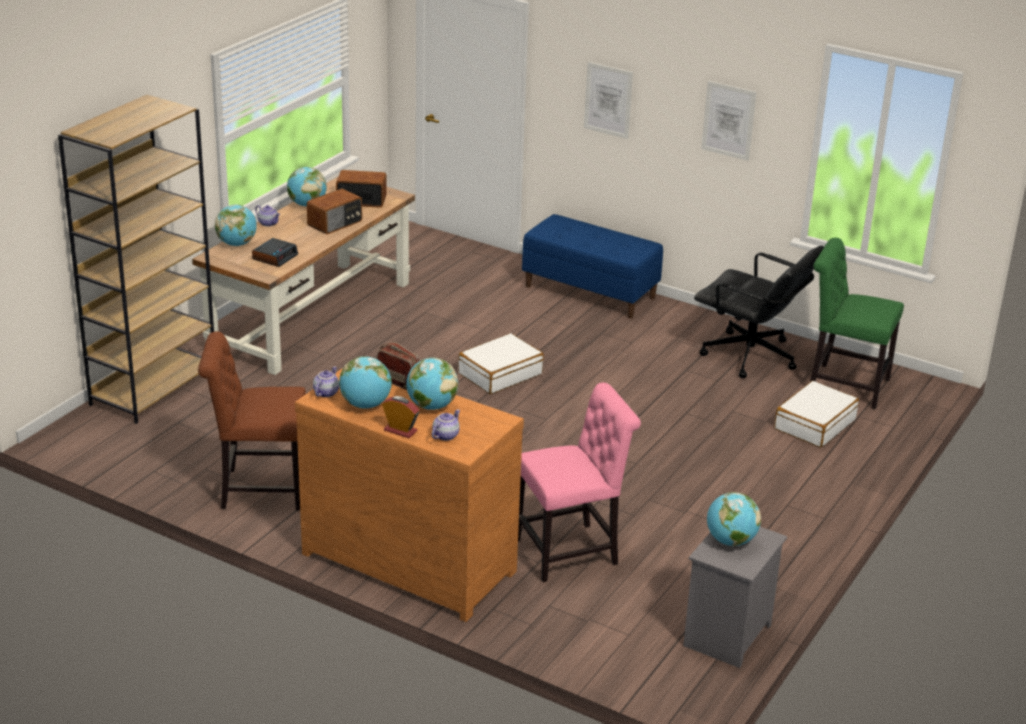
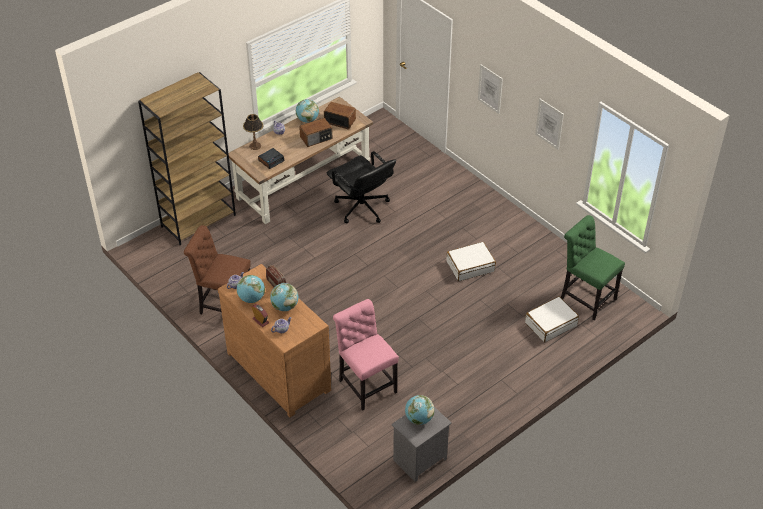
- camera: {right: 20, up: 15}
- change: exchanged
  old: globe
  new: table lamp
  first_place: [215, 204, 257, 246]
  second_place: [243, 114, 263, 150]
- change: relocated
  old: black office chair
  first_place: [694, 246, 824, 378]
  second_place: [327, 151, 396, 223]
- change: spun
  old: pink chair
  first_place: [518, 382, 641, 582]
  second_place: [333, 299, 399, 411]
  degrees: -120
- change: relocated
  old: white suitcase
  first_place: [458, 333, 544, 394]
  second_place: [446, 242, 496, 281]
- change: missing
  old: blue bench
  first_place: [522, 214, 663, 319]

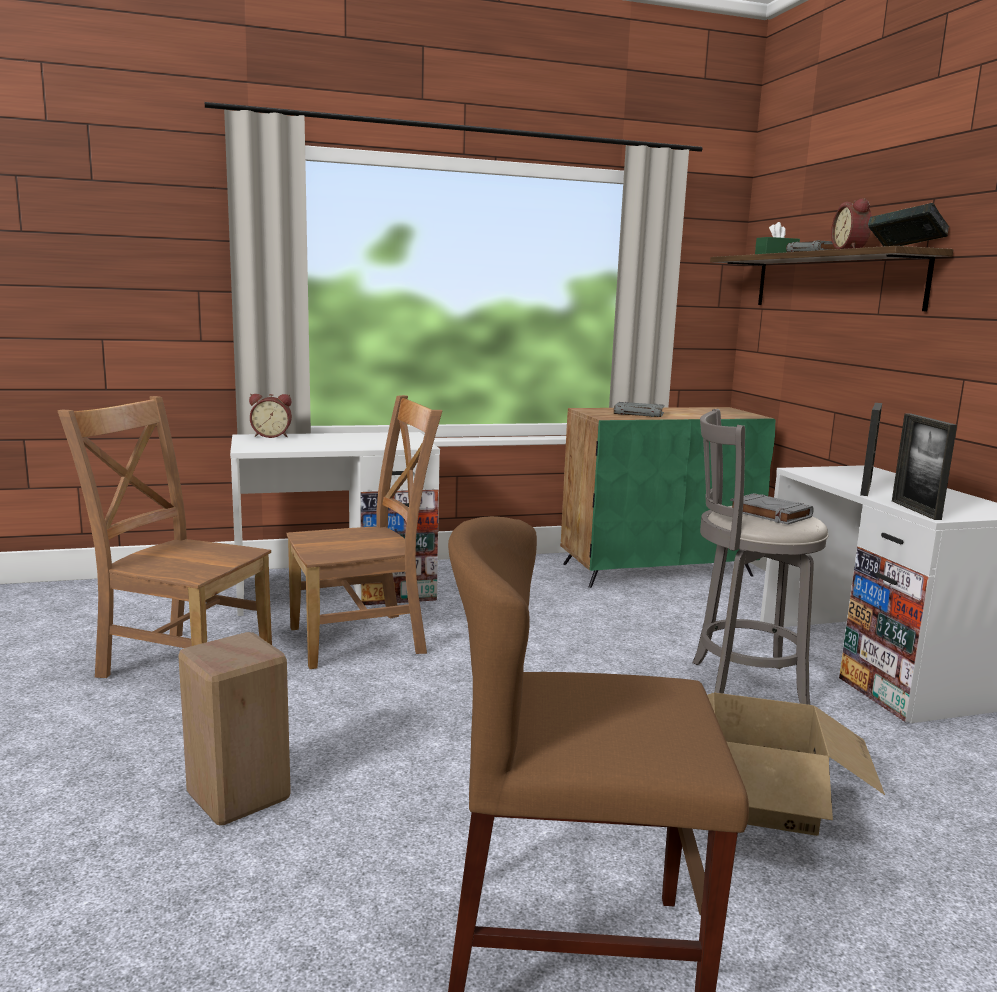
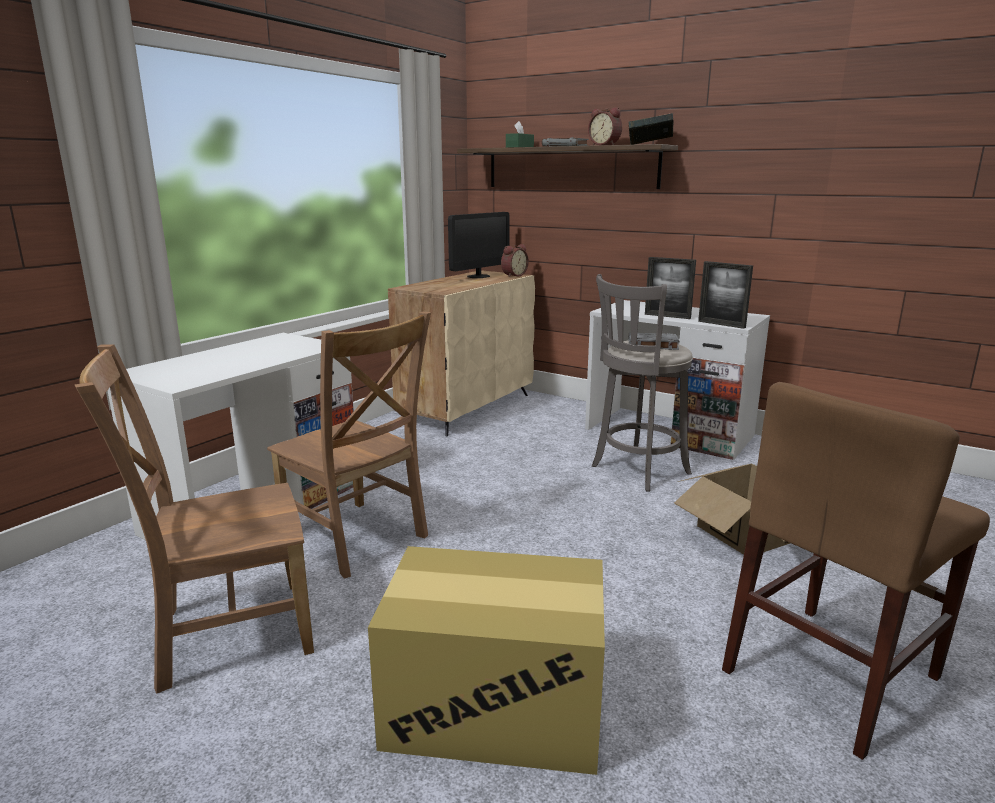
- camera: {right: -40, up: 5}
- change: spun
  old: brown chair
  first_place: [287, 395, 442, 669]
  second_place: [267, 312, 431, 579]
  degrees: 105
- change: exchanged
  old: beige stool
  new: cardboard box
  first_place: [179, 632, 291, 825]
  second_place: [368, 546, 605, 775]
- change: colour
  old: green cabinet
  new: beige cabinet
  first_place: [560, 407, 776, 588]
  second_place: [388, 270, 535, 436]
- change: appeared
  new: monitor
  second_place: [448, 212, 510, 278]
- change: relocated
  old: alarm clock
  first_place: [249, 394, 292, 438]
  second_place: [501, 244, 529, 277]
- change: spun
  old: picture frame
  first_place: [860, 403, 882, 496]
  second_place: [645, 257, 696, 319]
  degrees: 135
- change: missing
  old: grey book
  first_place: [614, 402, 665, 417]

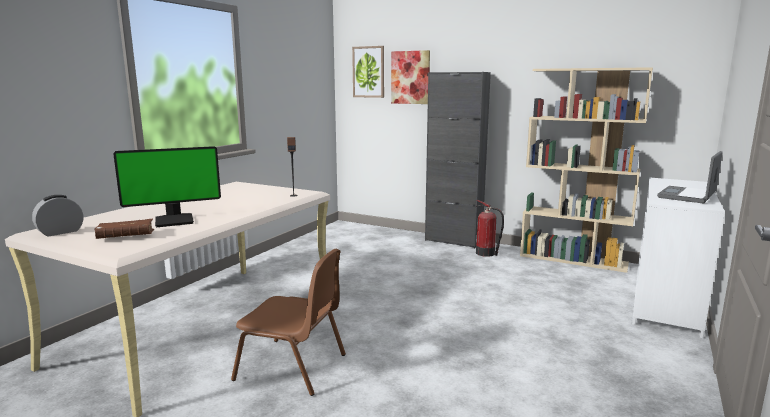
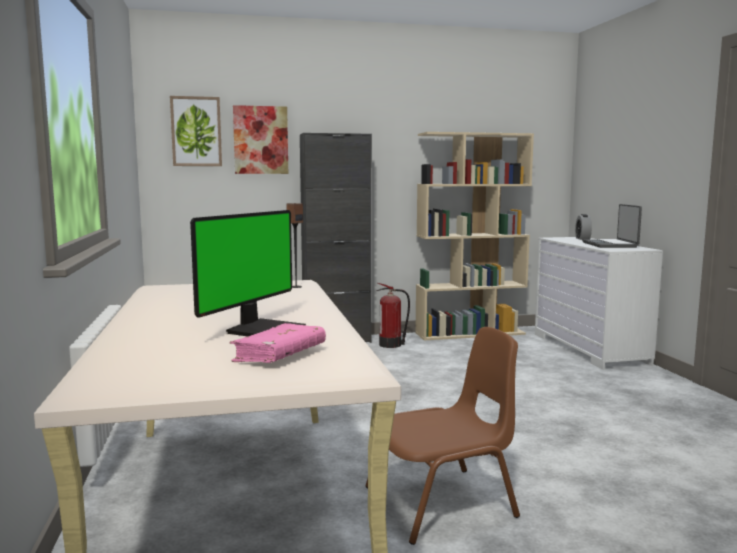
- camera: {right: -40, up: -5}
- change: colour
  old: brown book
  new: pink book
  first_place: [94, 219, 154, 239]
  second_place: [230, 323, 326, 363]
- change: relocated
  old: alarm clock
  first_place: [32, 195, 83, 237]
  second_place: [575, 214, 592, 240]

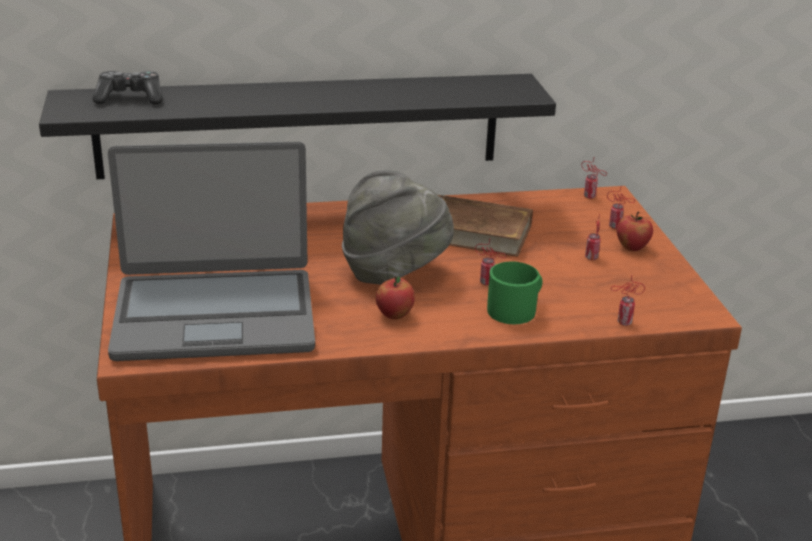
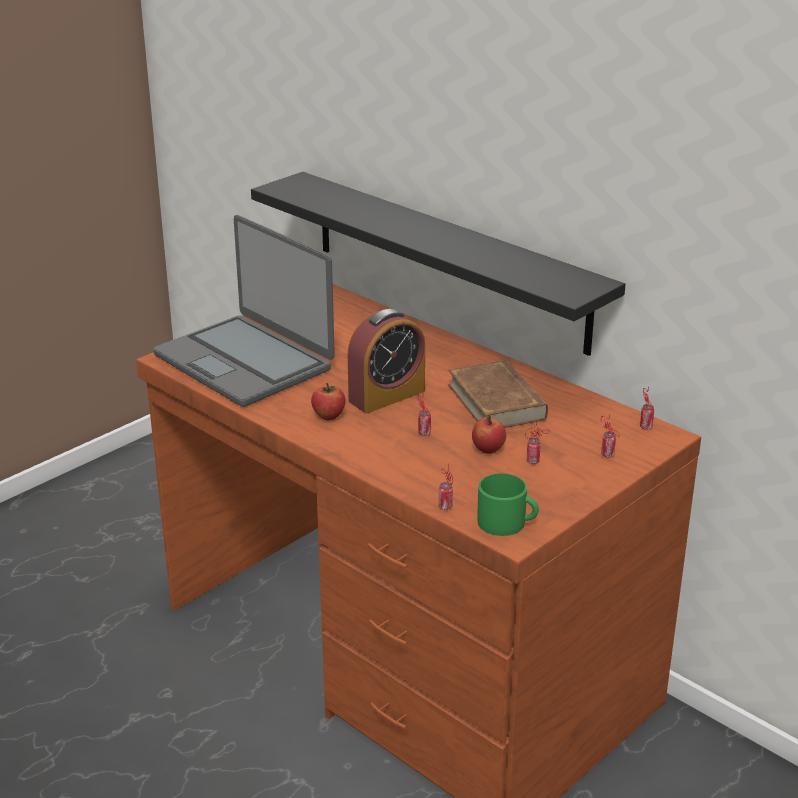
- camera: {right: 55, up: 0}
- change: exchanged
  old: grey hat
  new: alarm clock
  first_place: [342, 170, 454, 285]
  second_place: [347, 309, 425, 413]
- change: relocated
  old: apple
  first_place: [616, 212, 653, 251]
  second_place: [472, 415, 506, 454]
- change: relocated
  old: green mug
  first_place: [487, 262, 542, 324]
  second_place: [477, 473, 539, 536]
- change: missing
  old: game controller
  first_place: [92, 71, 163, 104]

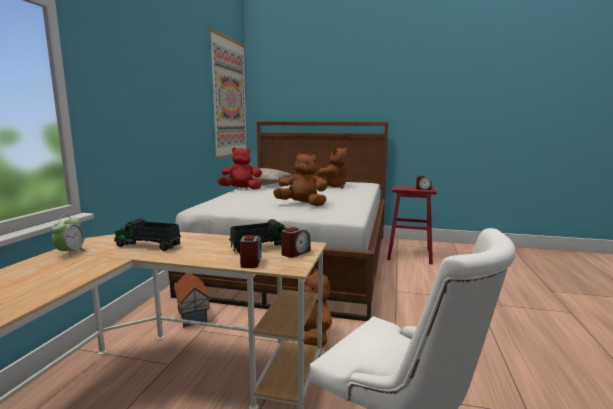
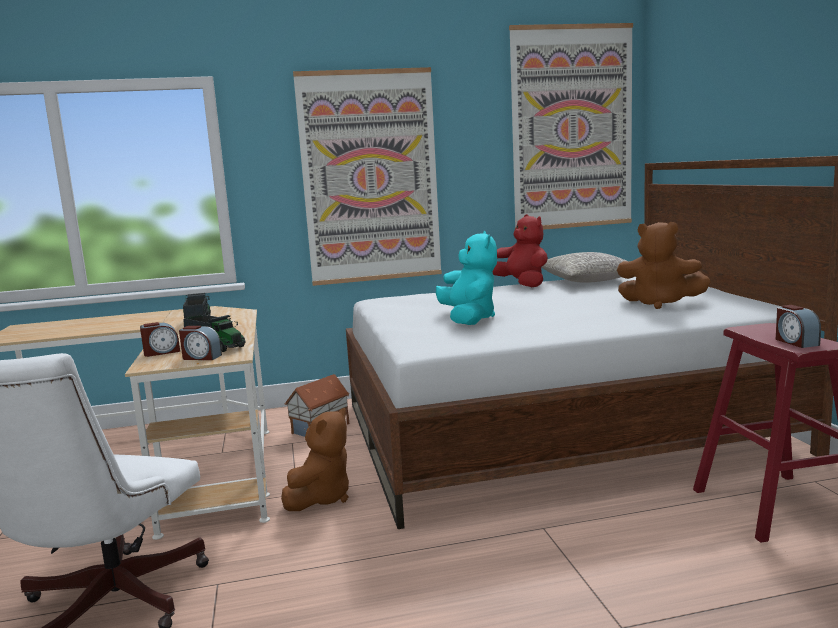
- camera: {right: 65, up: 0}
- change: appeared
  new: picture
  second_place: [293, 67, 442, 286]
- change: colour
  old: brown plush toy
  new: turquoise plush toy
  first_place: [273, 153, 328, 206]
  second_place: [436, 231, 497, 325]
- change: missing
  old: alarm clock
  first_place: [51, 215, 87, 258]

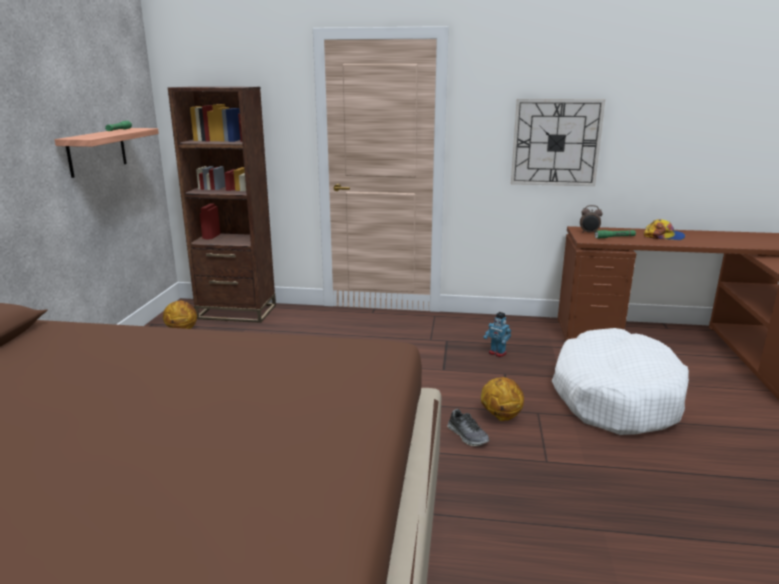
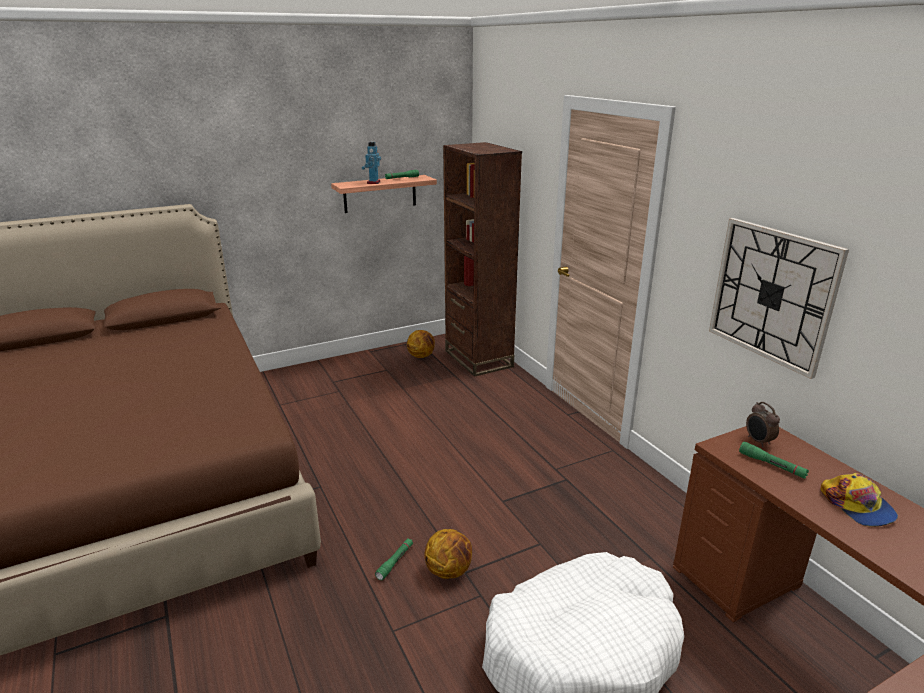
- camera: {right: 55, up: 5}
- change: relocated
  old: toy robot
  first_place: [483, 312, 511, 357]
  second_place: [362, 142, 381, 184]
- change: exchanged
  old: shoe
  new: green flashlight
  first_place: [447, 409, 489, 446]
  second_place: [375, 538, 413, 580]

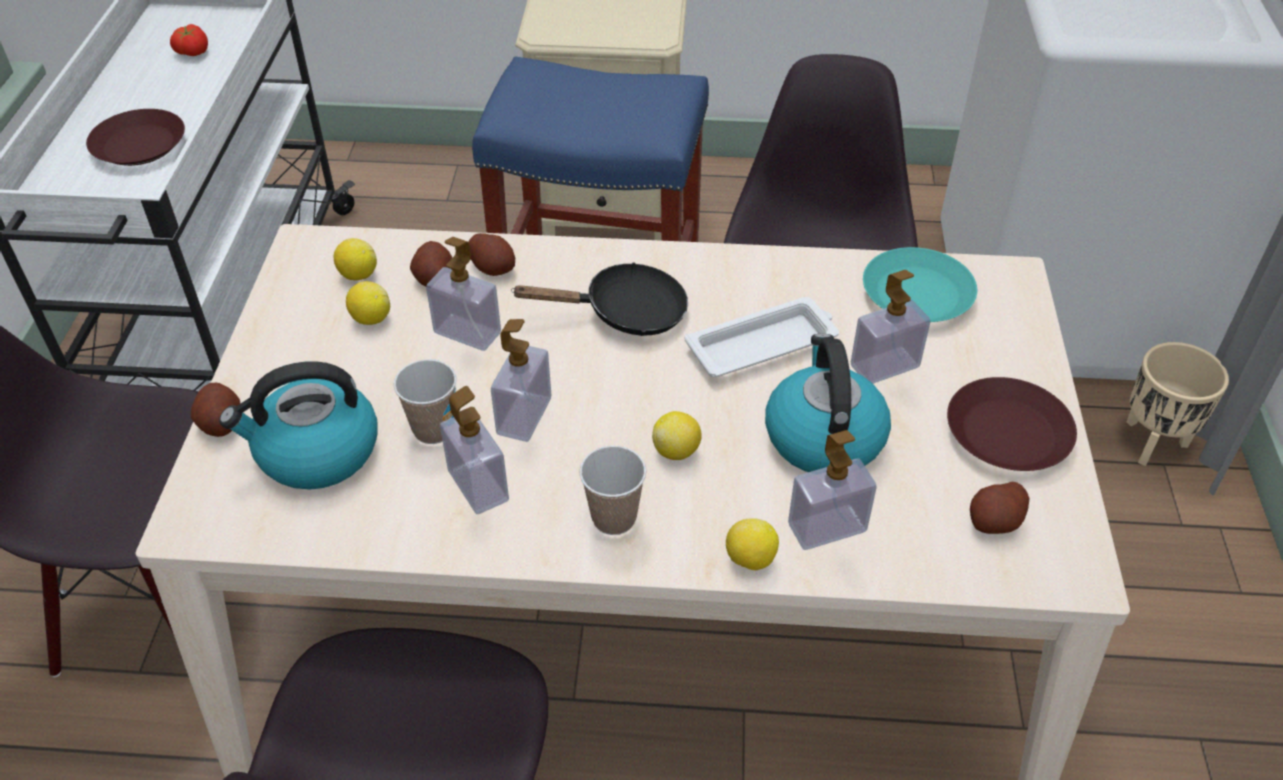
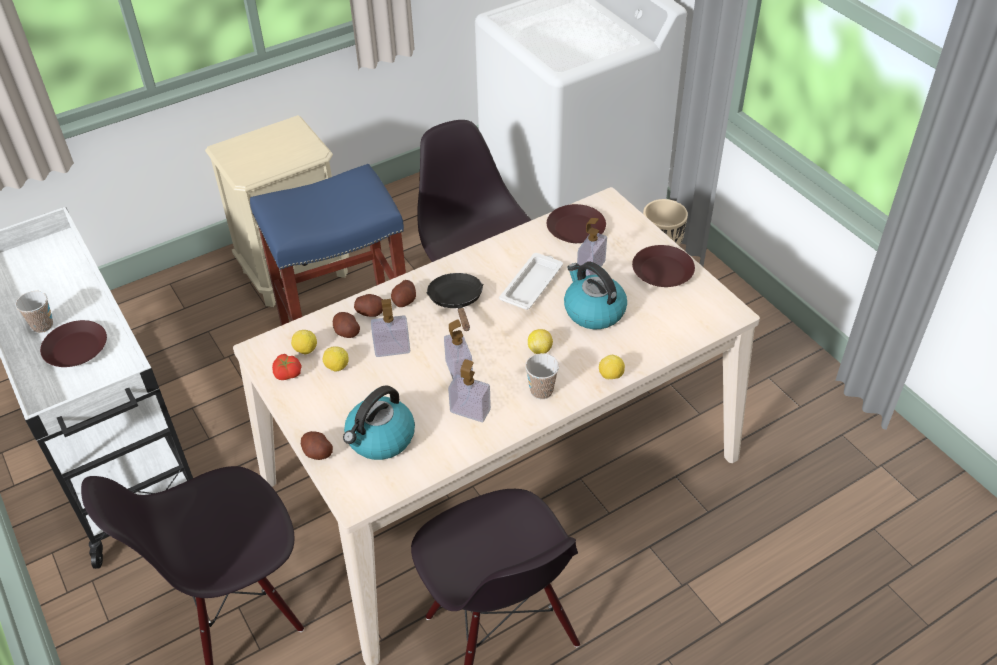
- camera: {right: -35, up: 0}
- change: relocated
  old: cup
  first_place: [394, 359, 457, 444]
  second_place: [15, 291, 53, 333]
- change: relocated
  old: tomato
  first_place: [170, 24, 208, 56]
  second_place: [272, 354, 301, 380]
- change: relocated
  old: potato
  first_place: [970, 482, 1029, 534]
  second_place: [391, 280, 416, 307]
- change: spun
  old: black frying pan
  first_place: [511, 262, 688, 336]
  second_place: [427, 273, 483, 331]
  degrees: -60
- change: colour
  old: turquoise plate
  new: brown plate
  first_place: [863, 247, 977, 322]
  second_place: [547, 204, 606, 243]
- change: missing
  old: soap dispenser
  first_place: [788, 430, 876, 550]

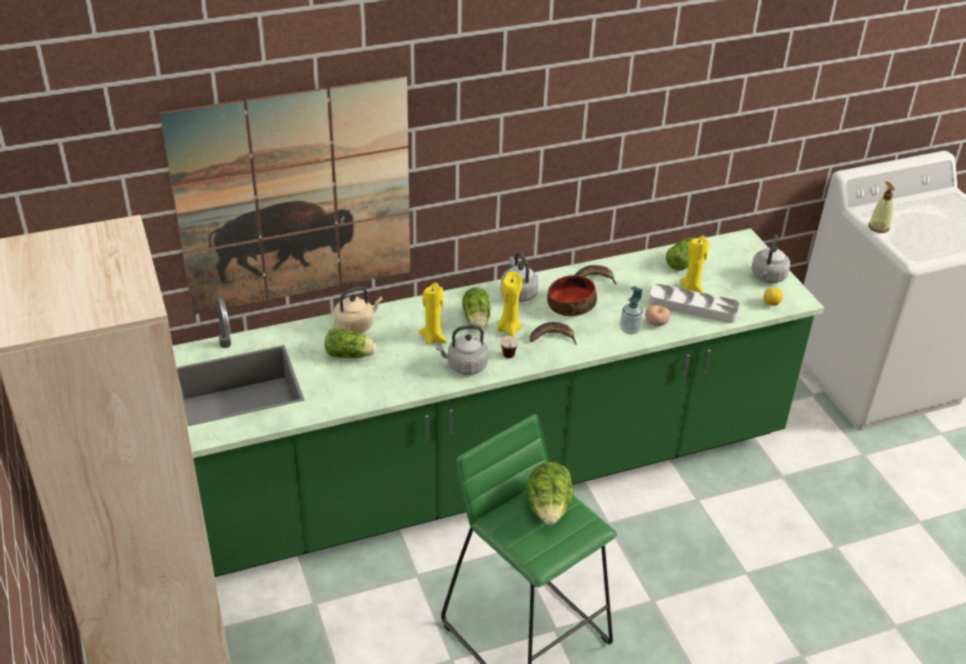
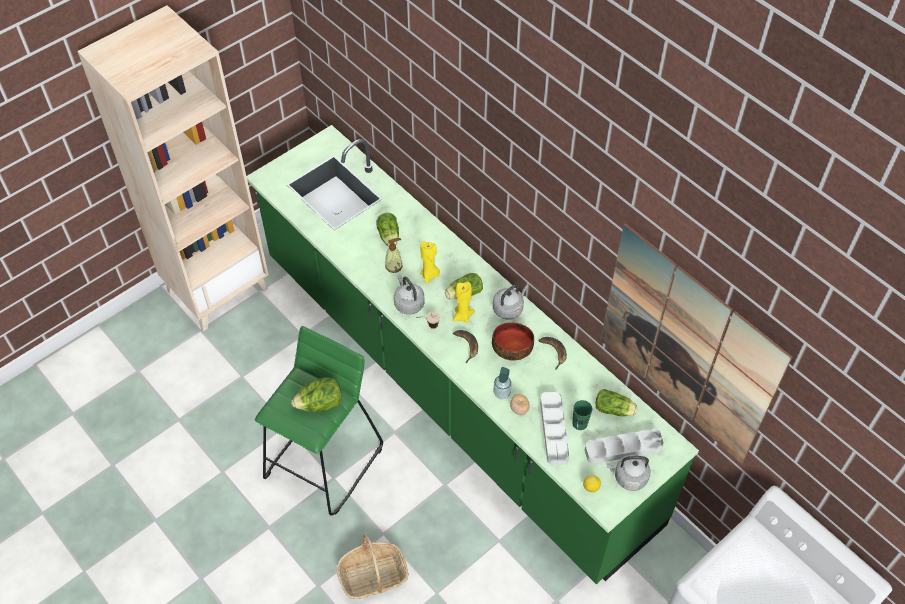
- camera: {right: 70, up: 15}
- change: appeared
  new: basket
  second_place: [336, 534, 409, 599]
- change: relocated
  old: soap dispenser
  first_place: [869, 182, 895, 233]
  second_place: [385, 238, 403, 273]
- change: exchanged
  old: yellow candle
  new: green cup
  first_place: [679, 236, 709, 293]
  second_place: [572, 400, 592, 430]
- change: appeared
  new: grey tray
  second_place: [585, 429, 664, 464]
- change: relocated
  old: picture
  first_place: [160, 76, 410, 315]
  second_place: [601, 223, 792, 464]
- change: missing
  old: beige kettle
  first_place: [334, 286, 383, 333]

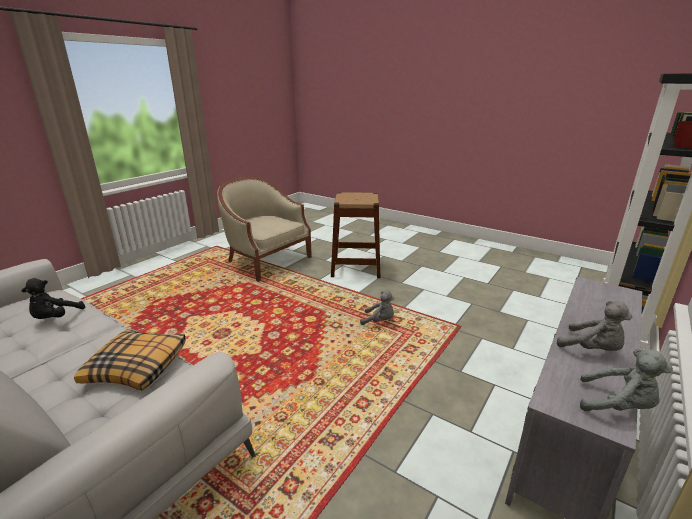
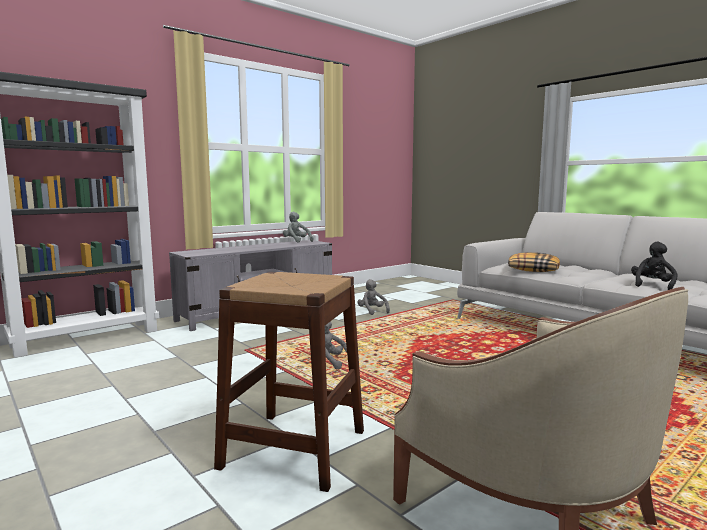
- camera: {right: -165, up: -15}
- change: relocated
  old: grey plush toy
  first_place: [557, 301, 632, 351]
  second_place: [358, 279, 390, 315]

